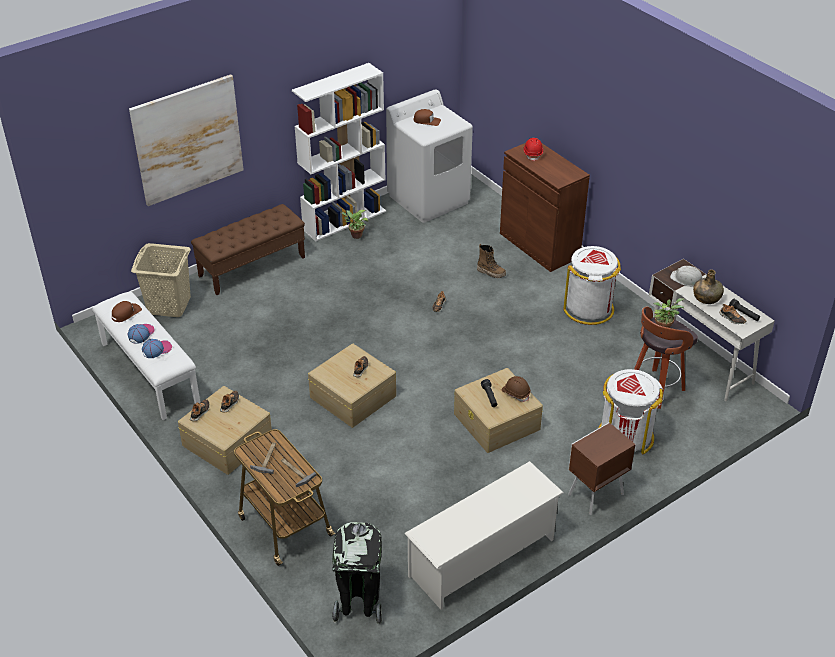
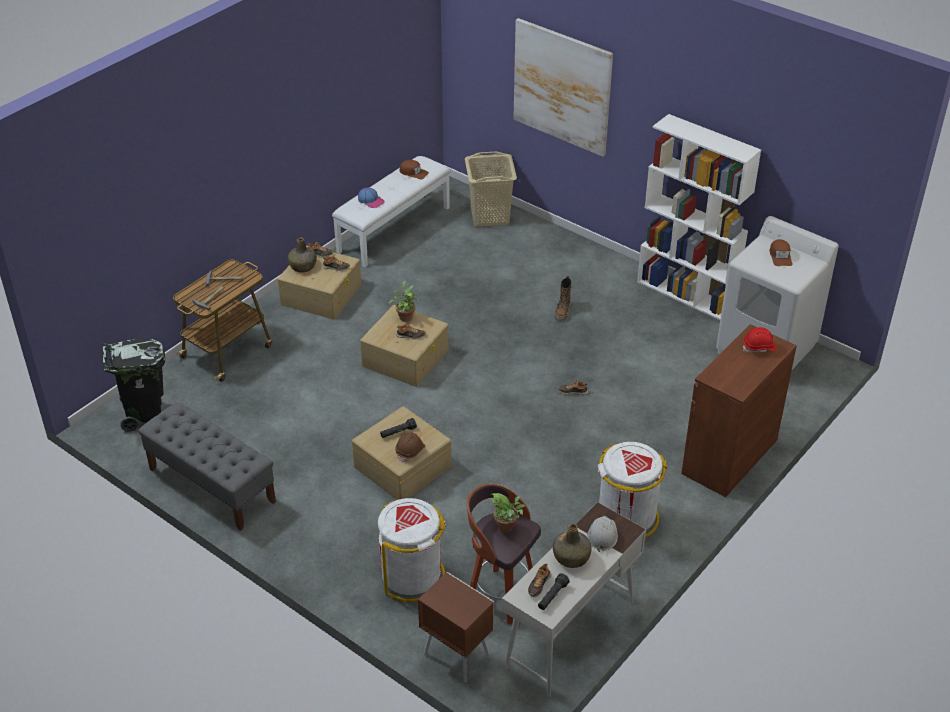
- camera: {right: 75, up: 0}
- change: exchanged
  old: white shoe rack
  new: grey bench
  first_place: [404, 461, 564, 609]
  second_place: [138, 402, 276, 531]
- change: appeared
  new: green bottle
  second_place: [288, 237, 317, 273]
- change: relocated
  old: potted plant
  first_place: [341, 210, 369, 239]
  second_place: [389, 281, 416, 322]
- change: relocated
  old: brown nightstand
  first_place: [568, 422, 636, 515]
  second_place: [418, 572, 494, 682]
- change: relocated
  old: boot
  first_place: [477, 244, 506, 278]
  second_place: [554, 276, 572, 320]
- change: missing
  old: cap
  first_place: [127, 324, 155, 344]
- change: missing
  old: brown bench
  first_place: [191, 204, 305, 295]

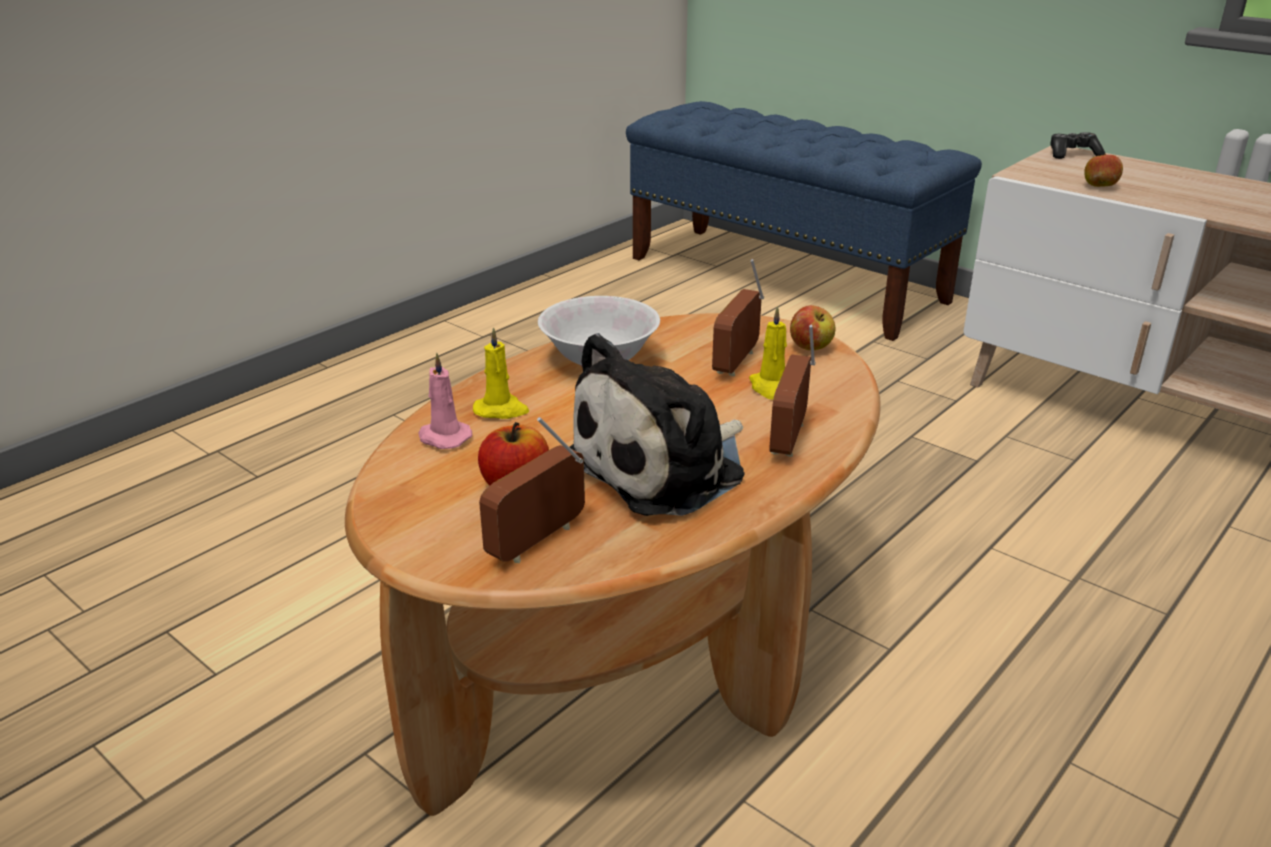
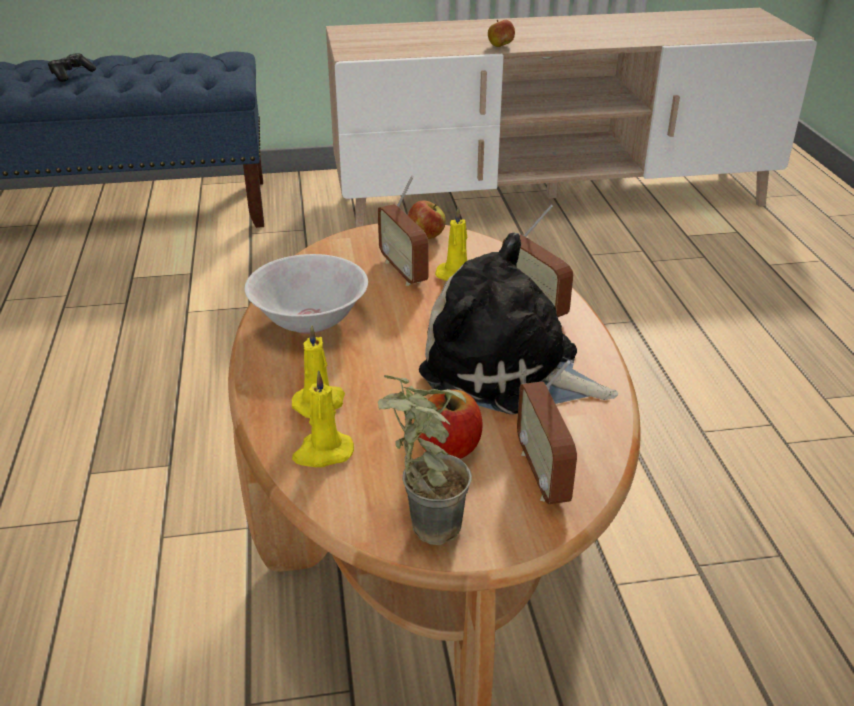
- camera: {right: -50, up: 5}
- change: relocated
  old: game controller
  first_place: [1051, 132, 1105, 159]
  second_place: [47, 53, 96, 82]
- change: colour
  old: pink candle
  new: yellow candle
  first_place: [419, 353, 472, 449]
  second_place: [292, 370, 354, 467]
- change: appeared
  new: potted plant
  second_place: [378, 375, 472, 545]
- change: spun
  old: plush toy
  first_place: [570, 333, 745, 516]
  second_place: [419, 233, 618, 414]
  degrees: 120
- change: relocated
  old: apple
  first_place: [1084, 153, 1123, 187]
  second_place: [488, 20, 515, 47]

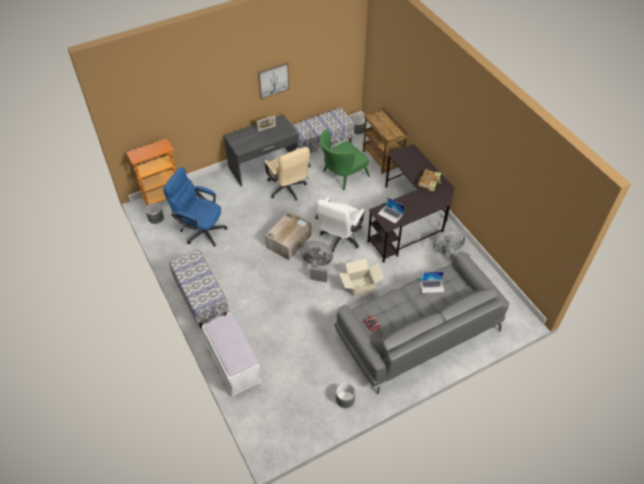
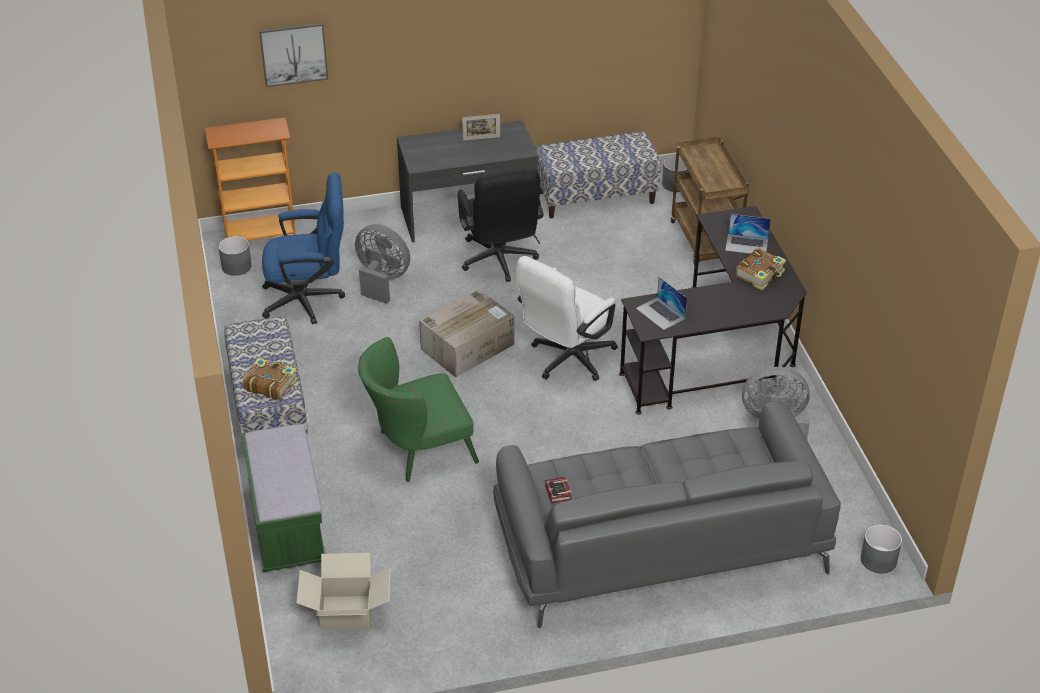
- camera: {right: 15, up: -10}
- change: colour
  old: white bench
  new: green bench
  first_place: [202, 313, 262, 396]
  second_place: [241, 423, 325, 572]
- change: appeared
  new: book
  second_place: [243, 358, 297, 400]
- change: relocated
  old: picture
  first_place: [258, 63, 289, 99]
  second_place: [259, 22, 328, 87]
- change: spun
  old: blue office chair
  first_place: [163, 167, 227, 247]
  second_place: [262, 173, 345, 324]
  degrees: 135
- change: relocated
  old: cardboard box
  first_place: [339, 259, 384, 297]
  second_place: [297, 553, 391, 631]
- change: relocated
  old: grey fan
  first_place: [300, 241, 333, 282]
  second_place: [355, 224, 410, 304]
- change: relocated
  old: green armchair
  first_place: [319, 129, 370, 190]
  second_place: [358, 337, 479, 482]
- change: colour
  old: beige office chair
  new: black office chair
  first_place: [265, 147, 311, 201]
  second_place: [457, 169, 544, 282]
- change: relocated
  old: laptop
  first_place: [420, 271, 445, 293]
  second_place: [725, 214, 771, 254]
- change: relocated
  old: grey planter
  first_place: [336, 383, 356, 408]
  second_place: [861, 524, 902, 573]

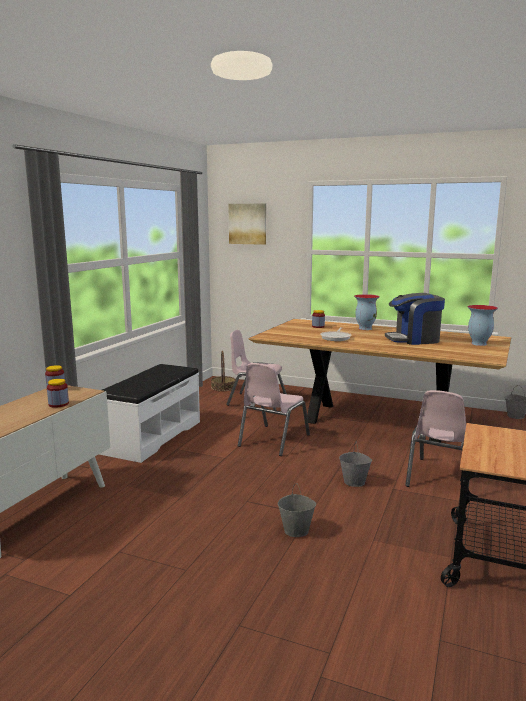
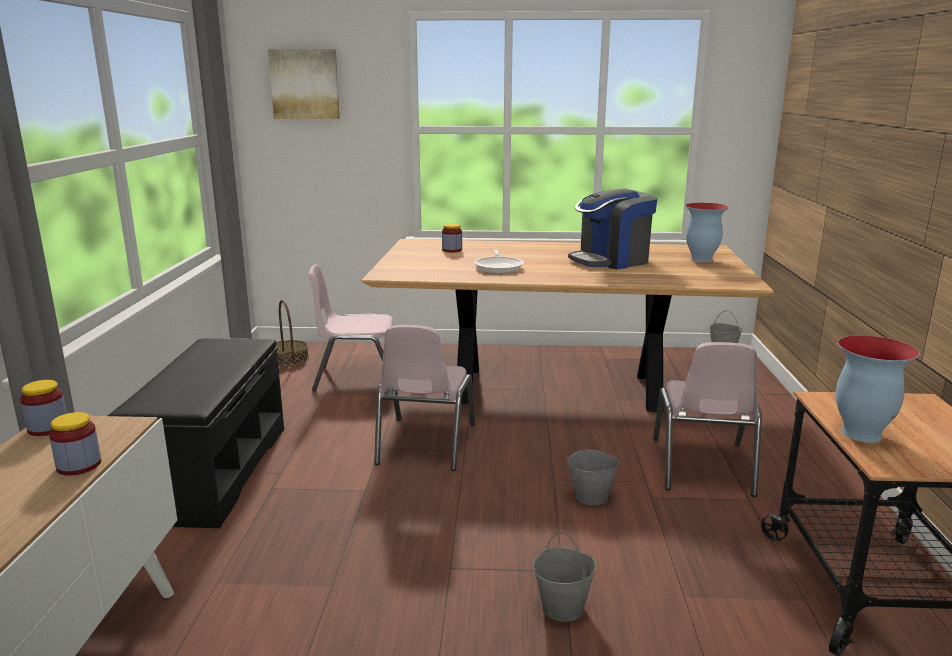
- camera: {right: -20, up: 5}
- change: colour
  old: white bench
  new: black bench
  first_place: [99, 364, 200, 463]
  second_place: [108, 338, 284, 528]
- change: relocated
  old: vase
  first_place: [354, 294, 380, 330]
  second_place: [836, 335, 920, 443]

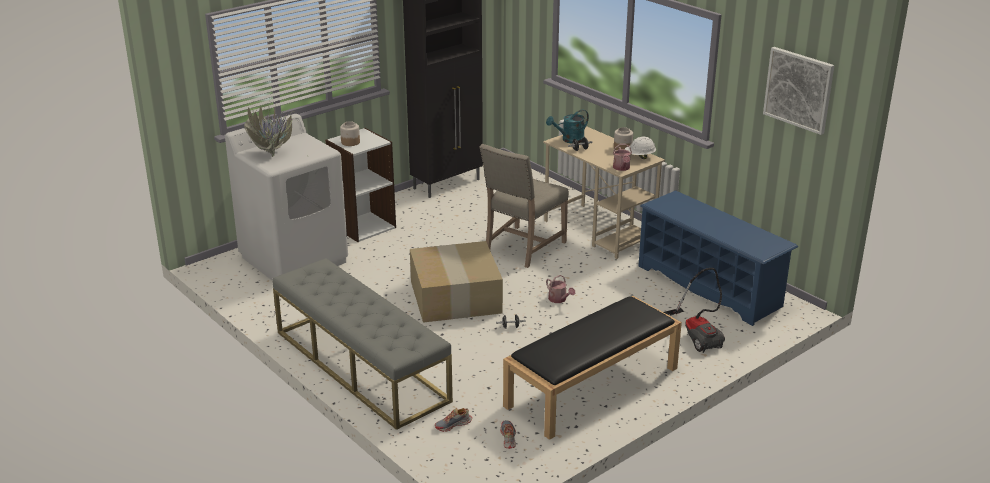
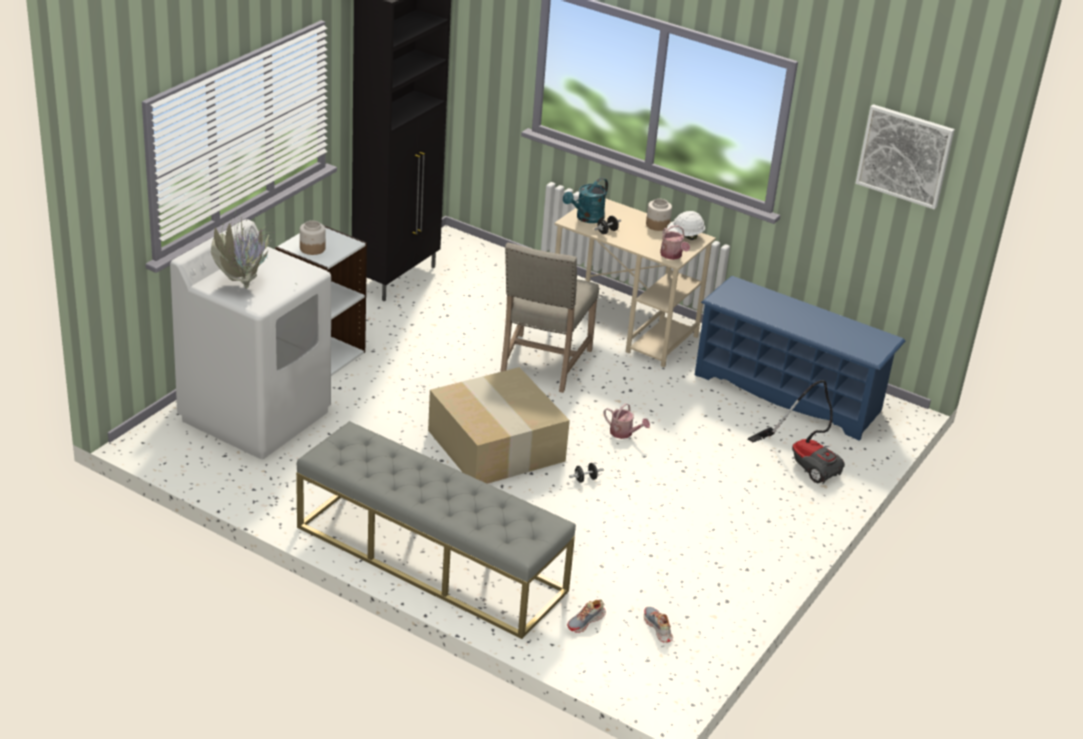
- camera: {right: -20, up: 5}
- change: missing
  old: black bench
  first_place: [503, 296, 682, 440]

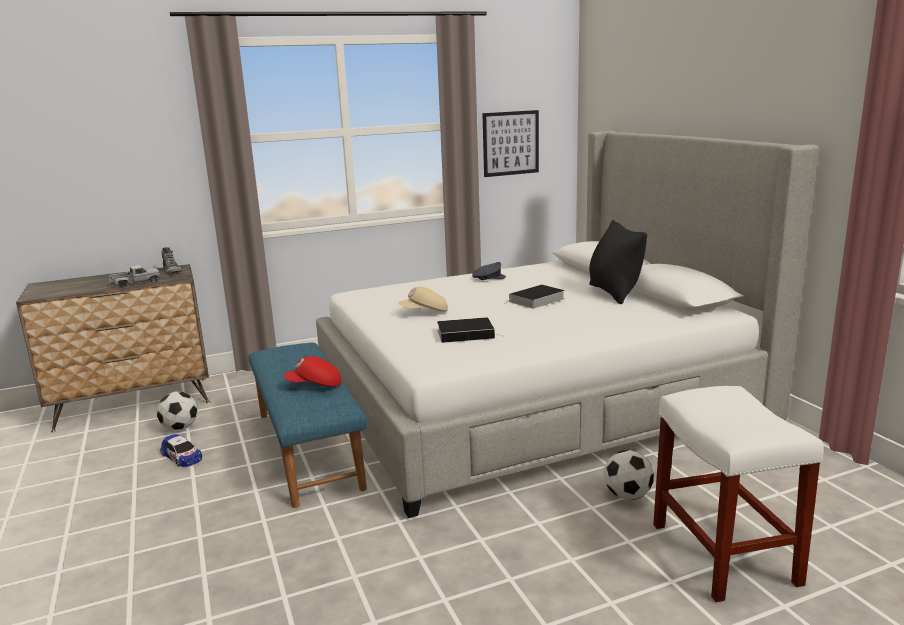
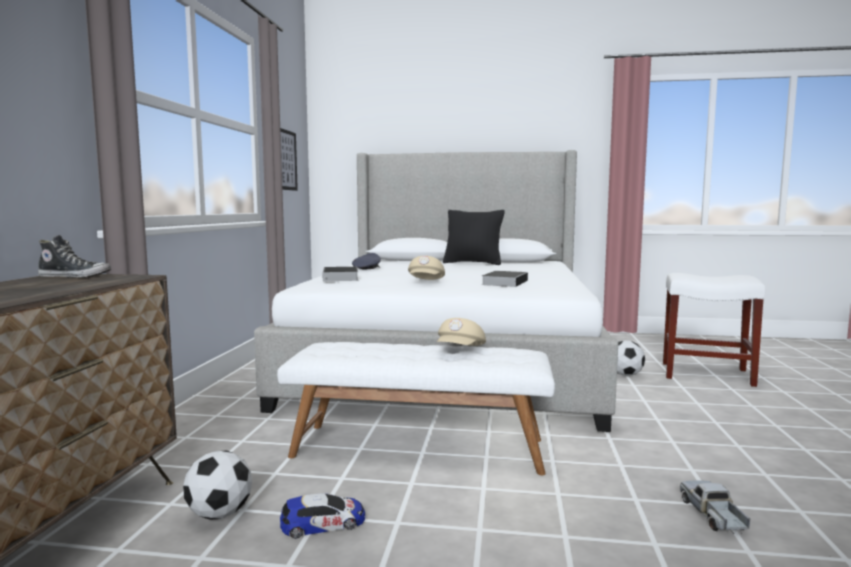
- camera: {right: -60, up: -10}
- change: colour
  old: blue bench
  new: white bench
  first_place: [248, 343, 367, 508]
  second_place: [277, 342, 555, 475]
- change: relocated
  old: book
  first_place: [509, 285, 565, 309]
  second_place: [322, 267, 358, 281]
- change: colour
  old: red cap
  new: beige cap
  first_place: [284, 356, 341, 387]
  second_place: [437, 318, 486, 346]
- change: relocated
  old: toy truck
  first_place: [109, 265, 161, 288]
  second_place: [680, 480, 751, 534]

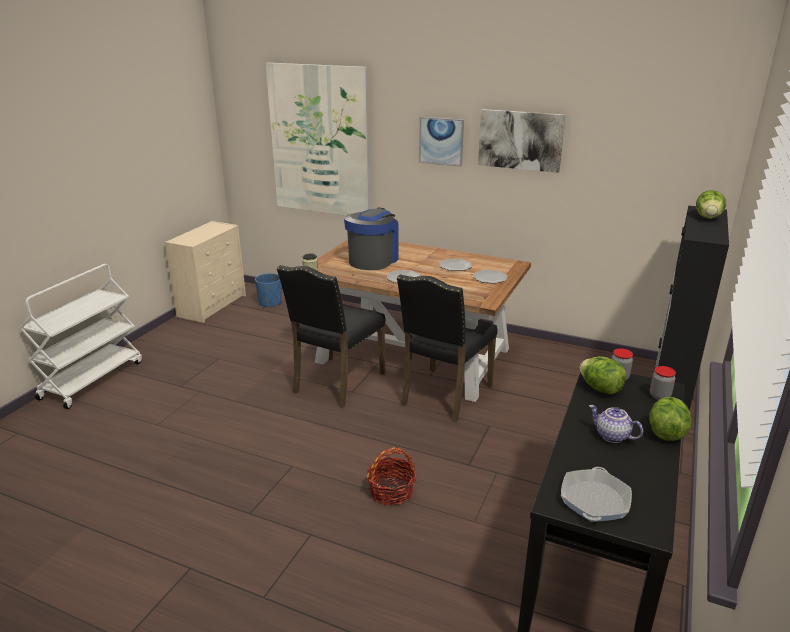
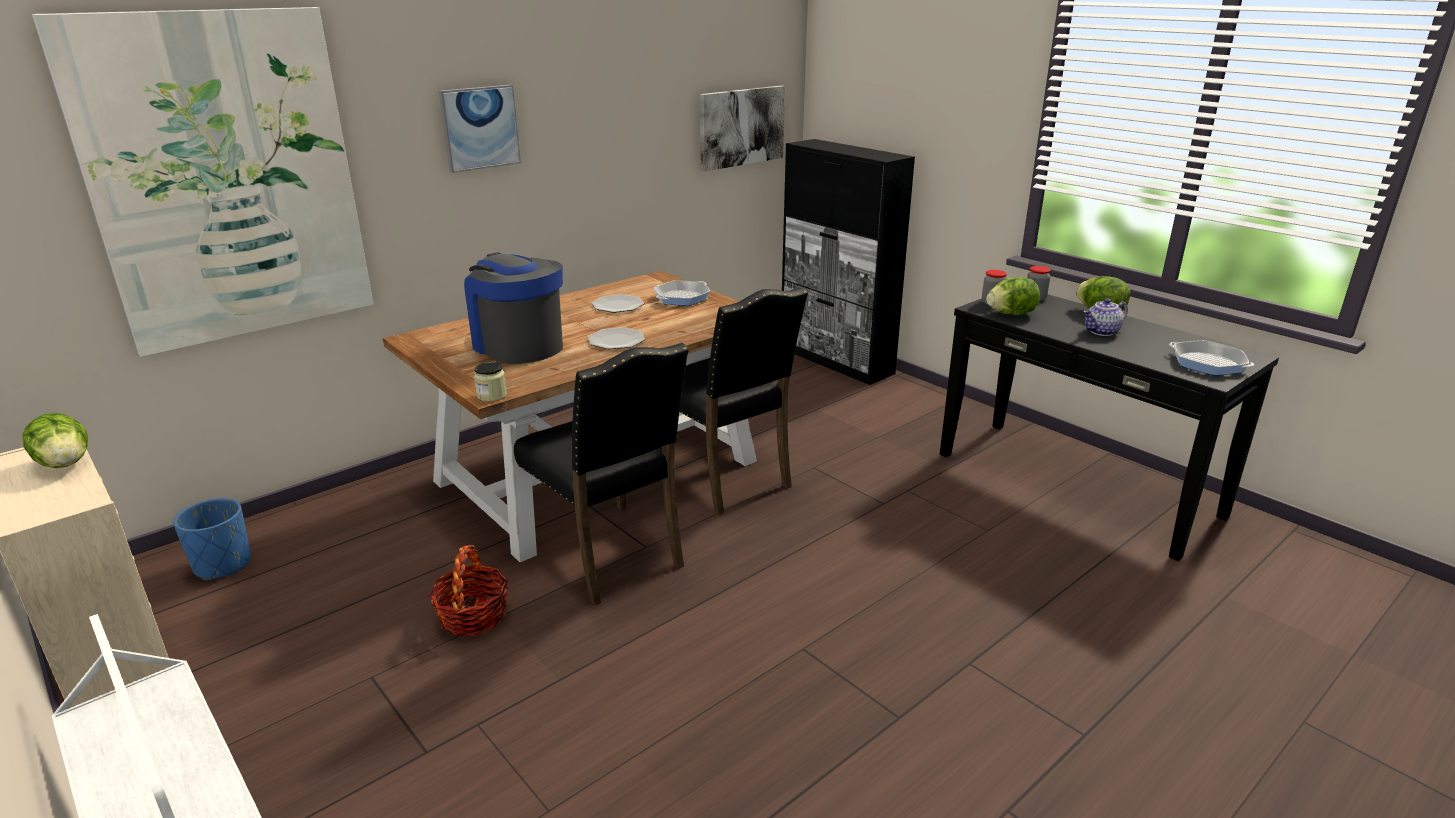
- camera: {right: -65, up: 0}
- change: relocated
  old: lettuce
  first_place: [696, 190, 726, 219]
  second_place: [22, 413, 88, 468]
- change: relocated
  old: basket
  first_place: [367, 447, 416, 505]
  second_place: [429, 545, 508, 636]
- change: exchanged
  old: plate
  new: frying pan
  first_place: [473, 270, 508, 284]
  second_place: [653, 280, 711, 306]
- change: relocated
  old: picture
  first_place: [478, 109, 566, 173]
  second_place: [700, 86, 785, 172]

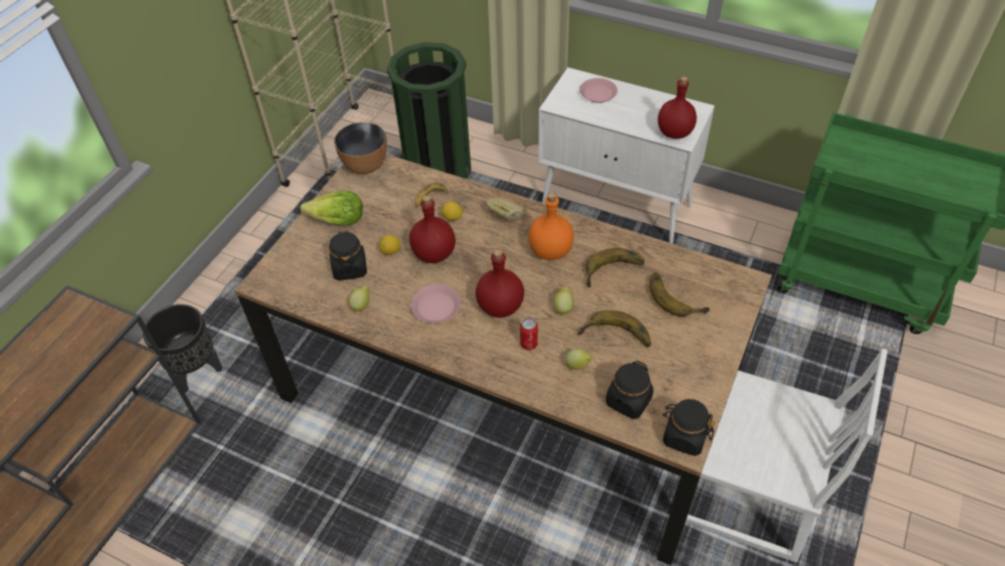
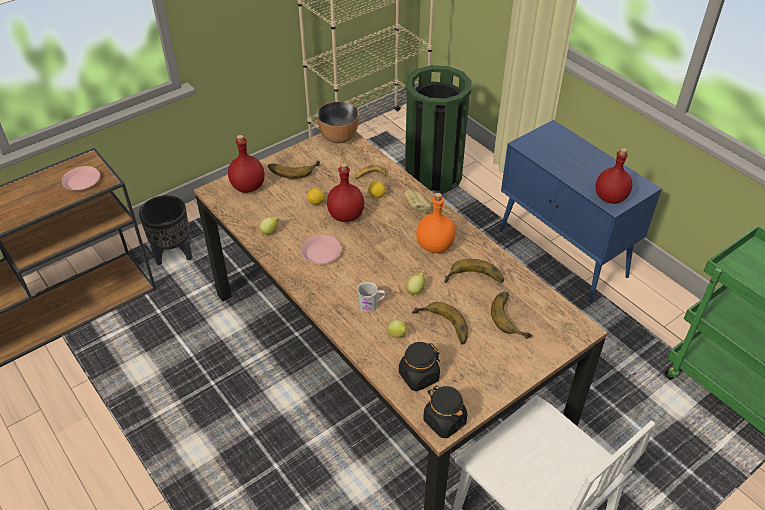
- camera: {right: 25, up: -5}
- change: relocated
  old: pink plate
  first_place: [580, 78, 618, 103]
  second_place: [62, 166, 100, 191]
- change: relocated
  old: red bottle
  first_place: [476, 249, 524, 318]
  second_place: [228, 135, 265, 193]
- change: exchanged
  old: lettuce
  new: banana
  first_place: [301, 191, 363, 226]
  second_place: [268, 161, 320, 179]
- change: exchanged
  old: can
  new: white mug
  first_place: [520, 318, 538, 350]
  second_place: [358, 282, 385, 312]
- change: colour
  old: white cabinet
  new: blue cabinet
  first_place: [538, 68, 715, 244]
  second_place: [499, 120, 662, 303]
- change: missing
  old: black jar
  first_place: [329, 231, 367, 281]

